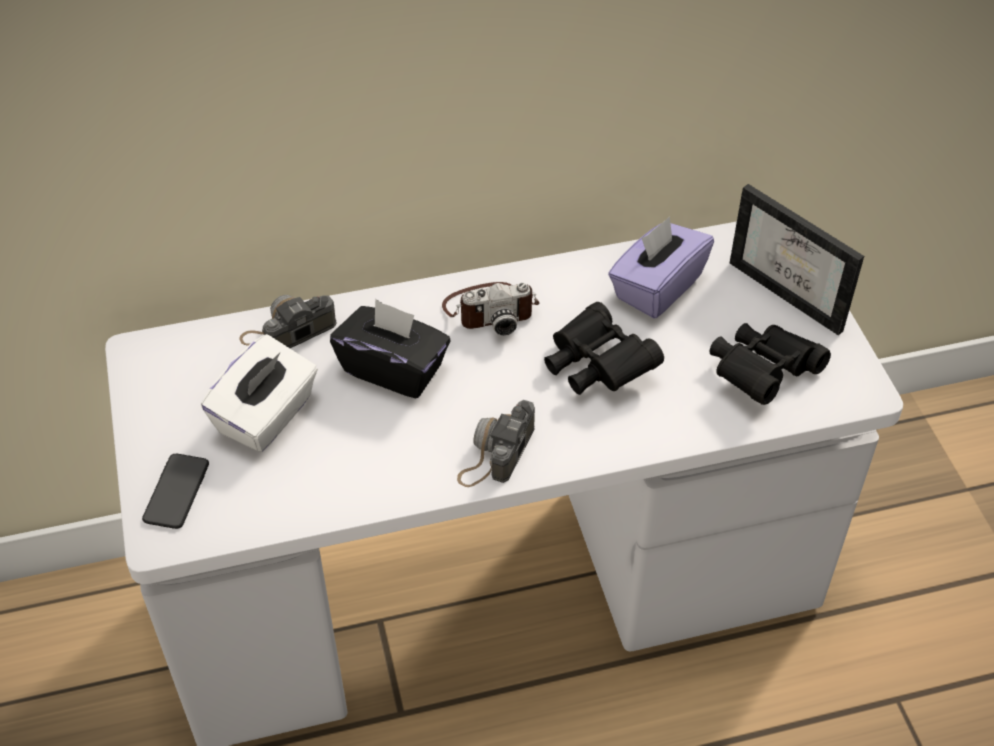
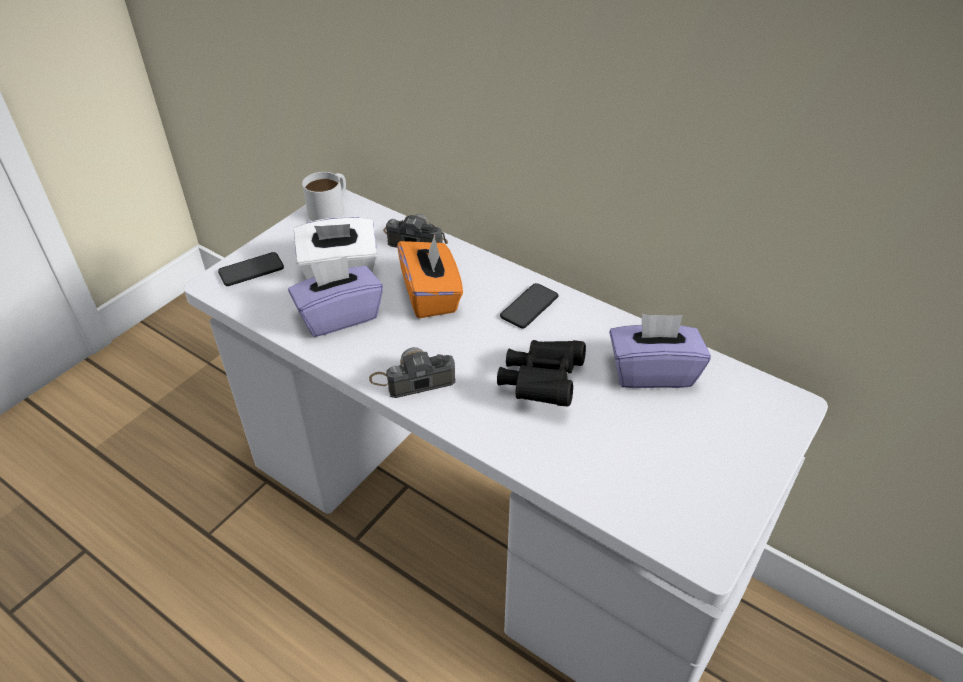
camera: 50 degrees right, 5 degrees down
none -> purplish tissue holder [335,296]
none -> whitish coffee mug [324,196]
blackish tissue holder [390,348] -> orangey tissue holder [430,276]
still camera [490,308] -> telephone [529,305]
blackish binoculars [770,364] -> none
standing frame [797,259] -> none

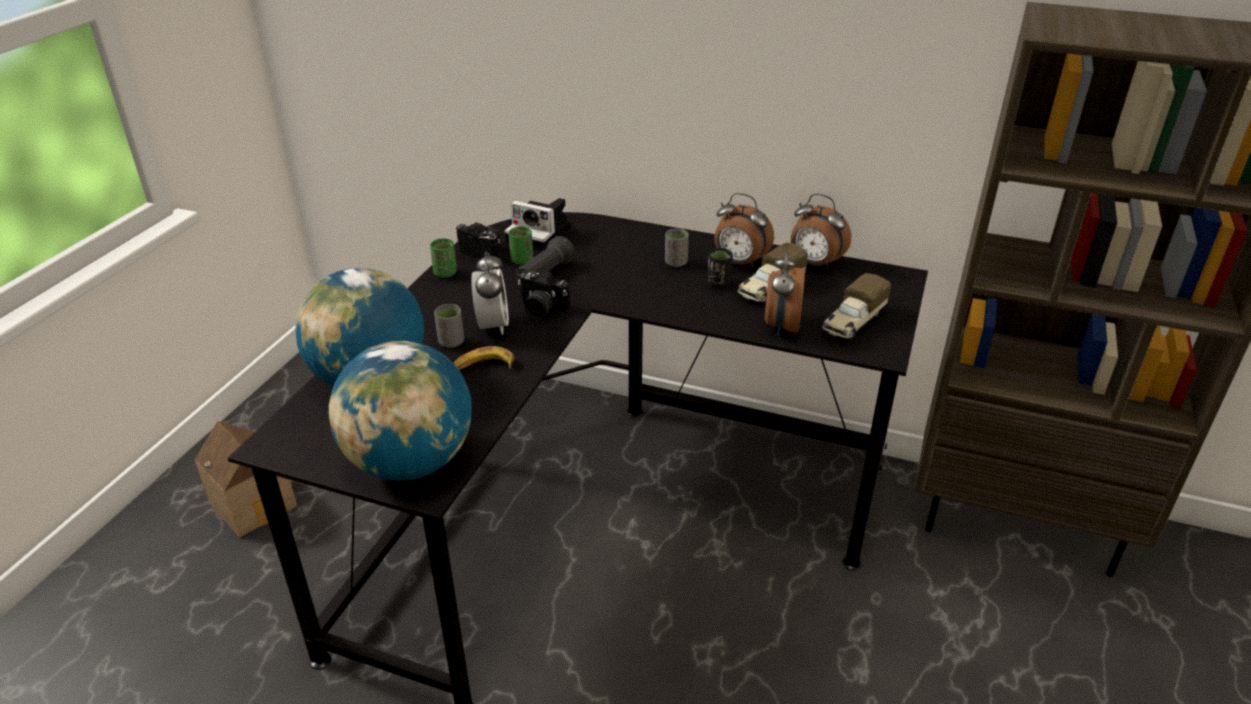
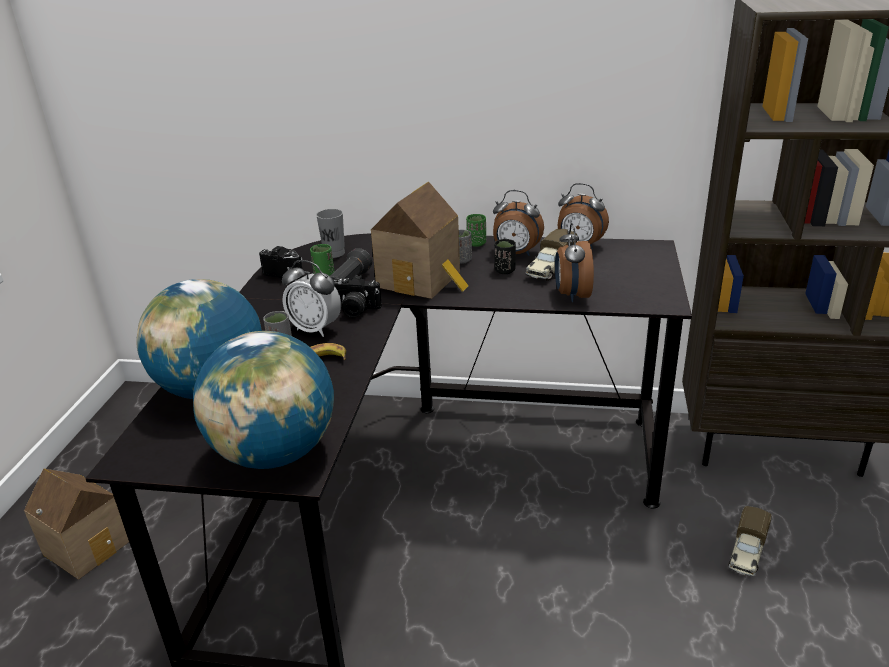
camera: 10 degrees left, 5 degrees down
alarm clock [490,293] -> alarm clock [311,298], 135 degrees clockwise
still camera [538,224] -> gray small cup [330,233]
none -> model house [420,240]
greenish small cup [443,258] -> greenish small cup [476,230], moved
toy truck [856,306] -> toy truck [749,541], moved

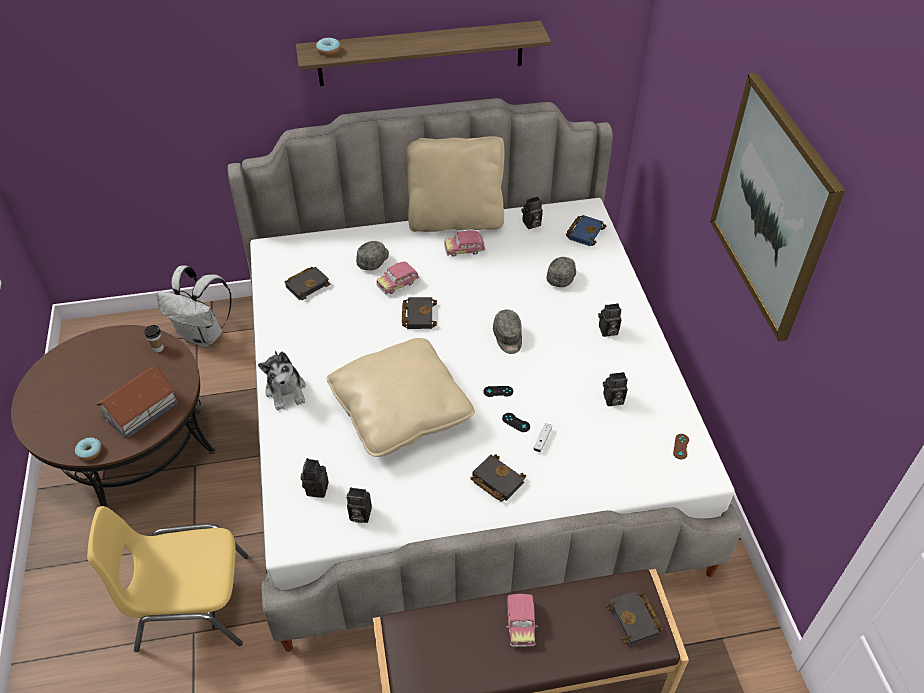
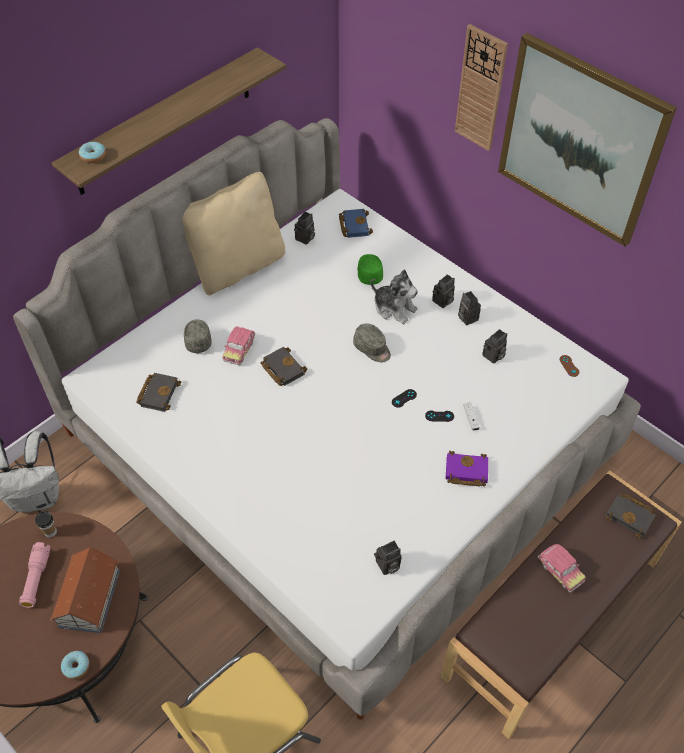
camera: 35 degrees left, 5 degrees up
none -> pinkish torch [35,575]
gray baseball cap [561,272] -> greenish baseball cap [370,269]
soft toy [282,380] -> soft toy [394,297], moved
blackish bound book [498,478] -> purplish bound book [467,468]
none -> hanging clock [481,87]
still camera [315,478] -> still camera [469,308], moved
sand-coloured pillow [400,397] -> none
miniature car [465,243] -> none

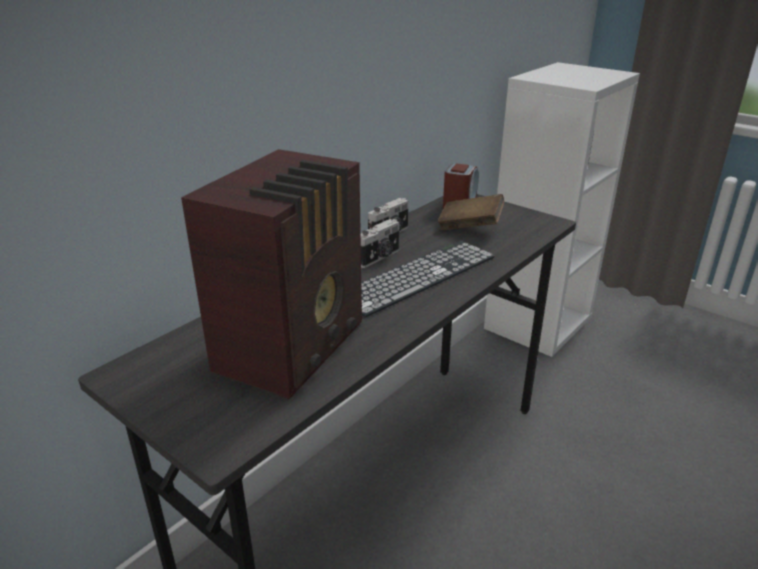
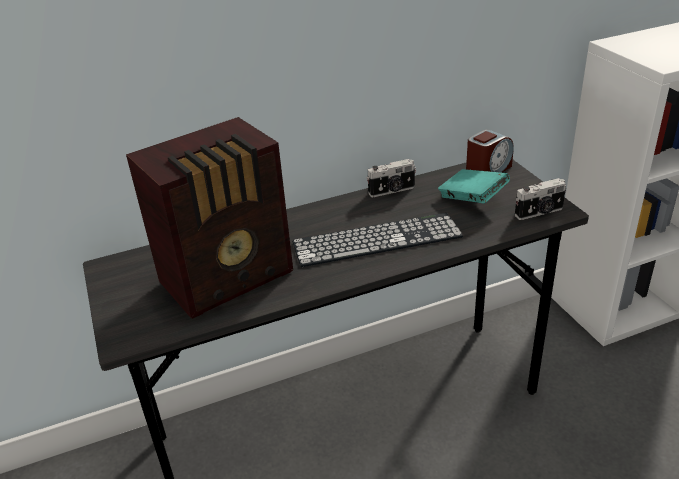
camera: 30 degrees right, 5 degrees up
brown bound book [471,212] -> blue-green bound book [474,186]
still camera [380,243] -> still camera [540,199], moved

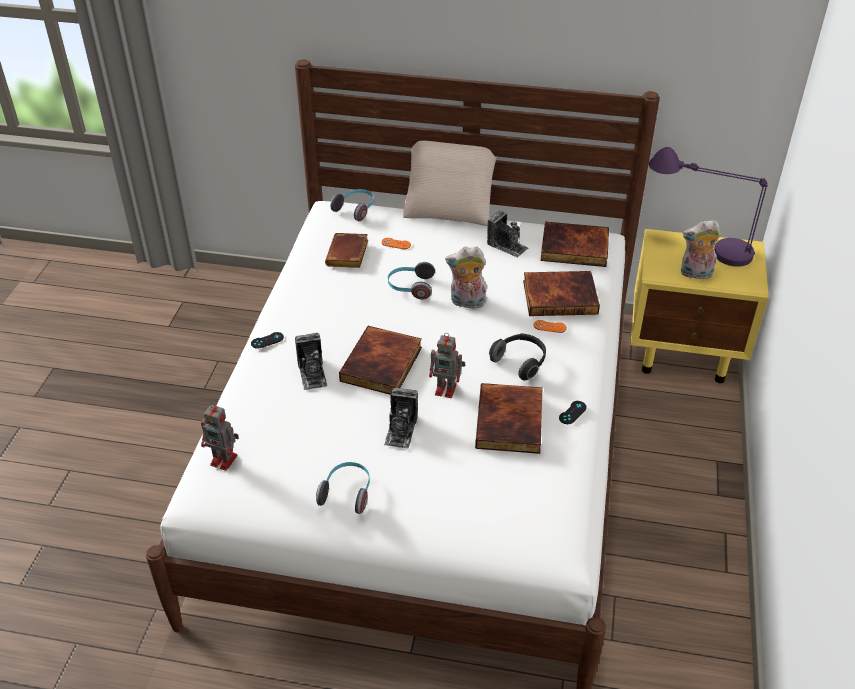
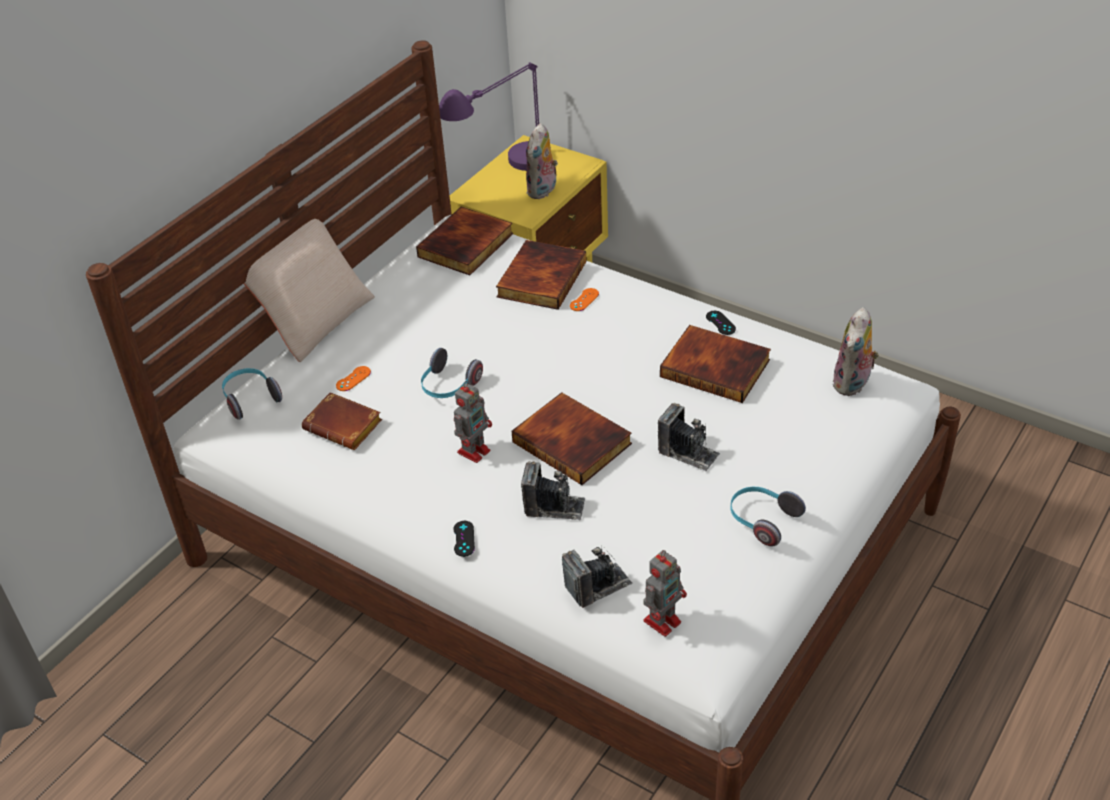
camera: 65 degrees left, 0 degrees up
toy robot [447,365] -> toy robot [473,422], moved
still camera [507,234] -> still camera [597,576], moved
soft toy [466,277] -> soft toy [856,351], moved
pair of headphones [517,357] -> none

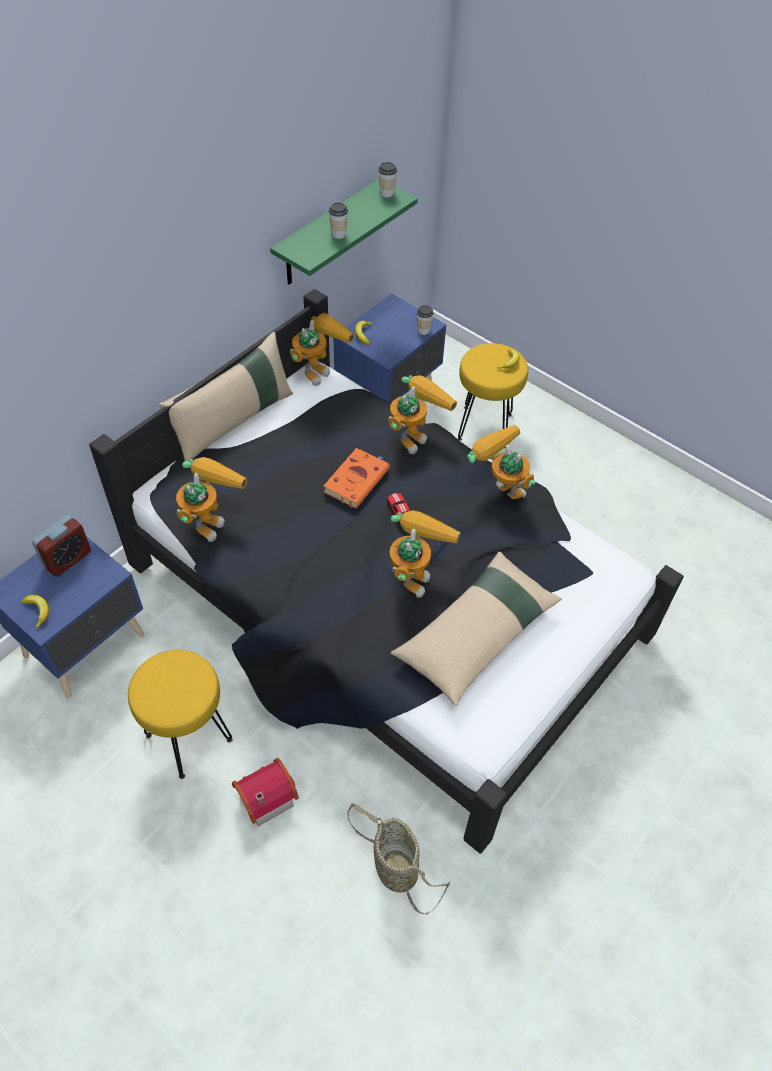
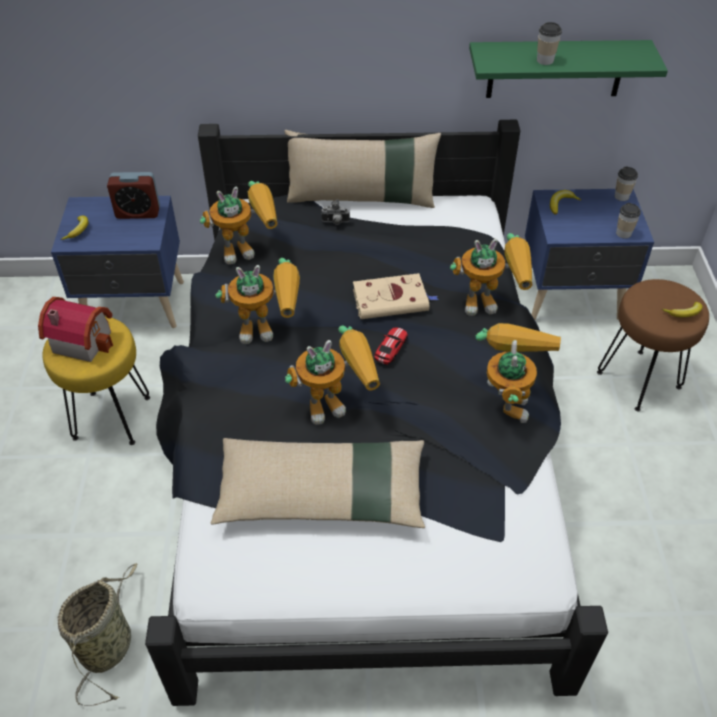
camera: 50 degrees right, 5 degrees down
model house [265,792] -> model house [75,329], moved
toy robot [322,349] -> toy robot [257,301], moved
none -> still camera [335,212]
orangey bound book [356,478] -> sand-coloured bound book [396,296]
yellow stool seat [492,392] -> brown stool seat [653,345]
small cup [387,180] -> small cup [626,183], moved

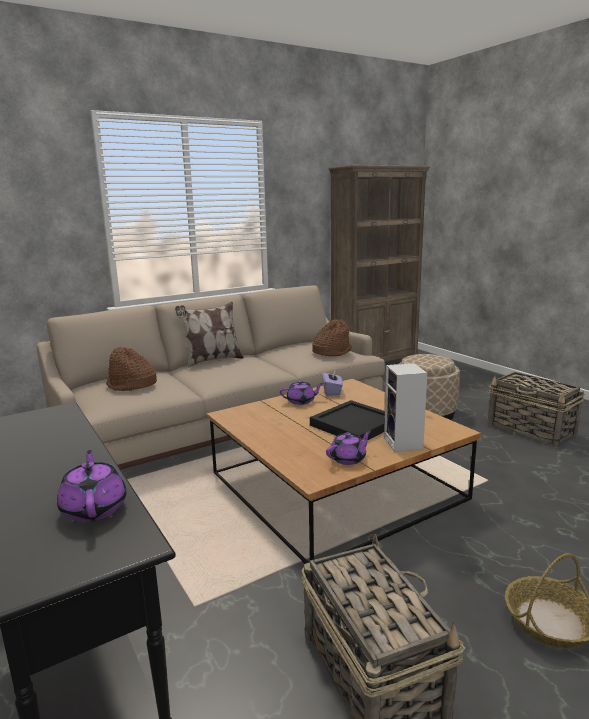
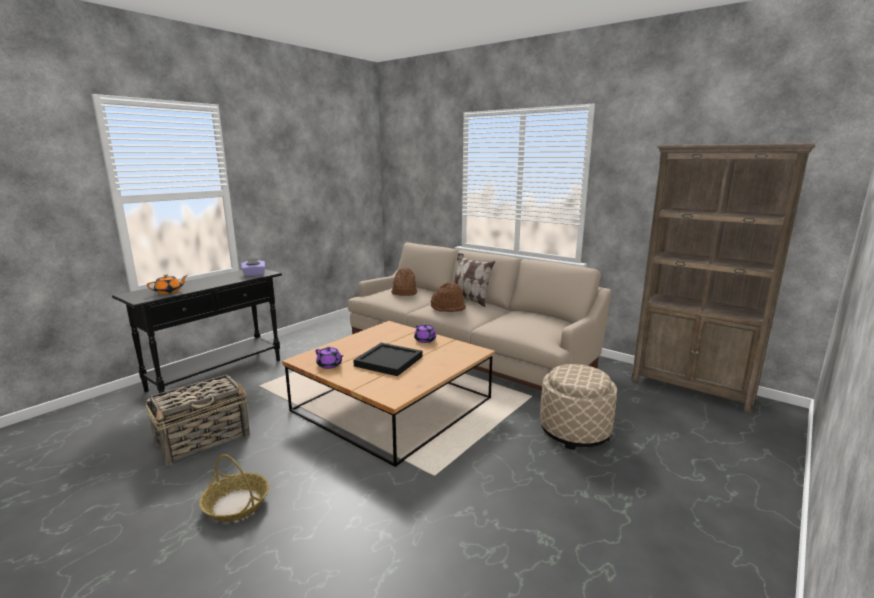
camera: 70 degrees right, 0 degrees up
purplish pot for tea [92,486] -> orangey pot for tea [167,284]
purplish tissue holder [332,383] -> purplish tissue holder [253,267], moved
brown clothing hat [332,338] -> brown clothing hat [448,297], moved
audio speaker [405,407] -> none
basket [536,410] -> none

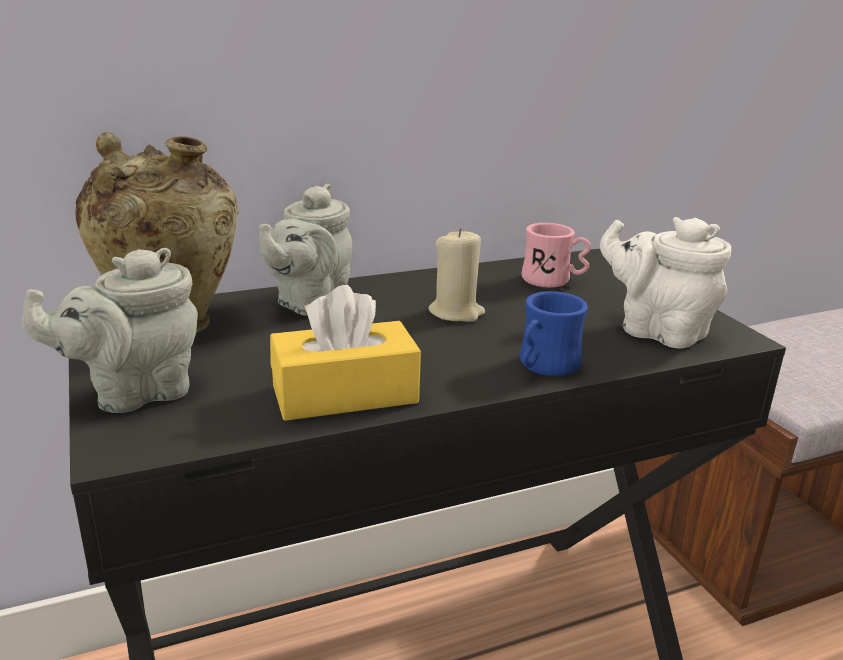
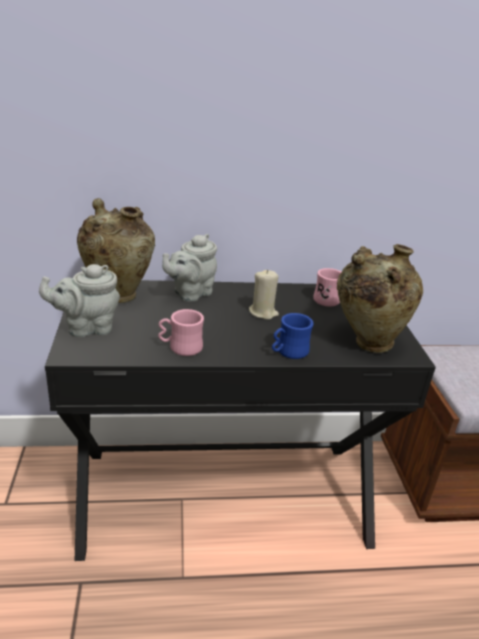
camera: 15 degrees right, 5 degrees up
yellow tissue holder [345,353] -> pinkish coffee mug [181,332]
whitish pot for tea [665,282] -> sand-coloured vase [380,298]

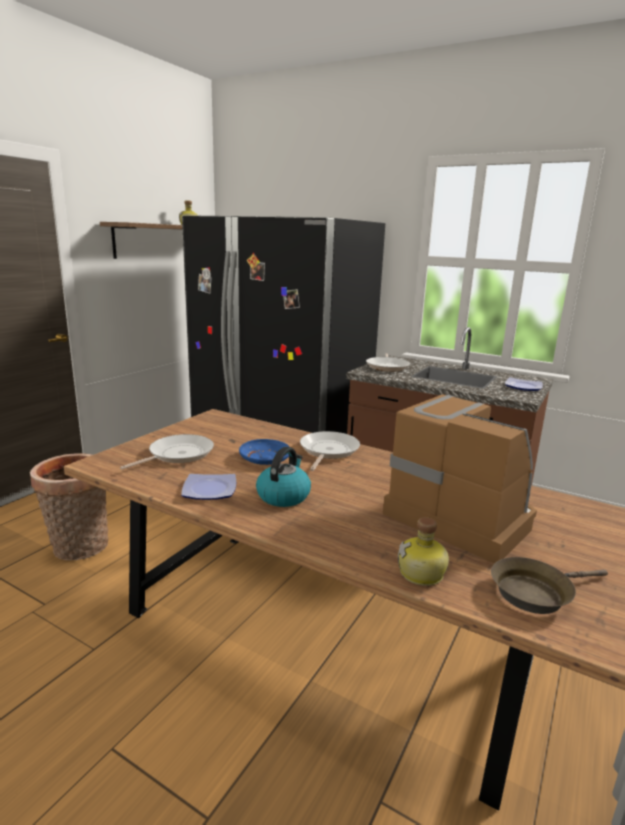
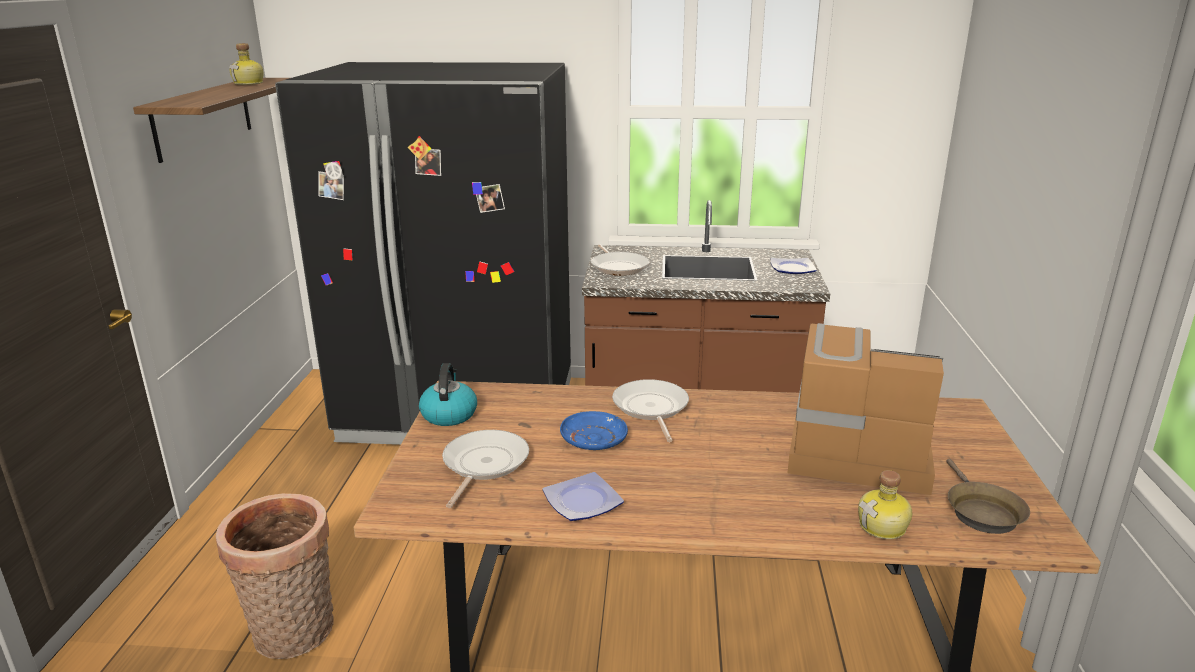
camera: 25 degrees left, 5 degrees up
water kettle [283,477] -> water kettle [448,394], moved
brown pan [549,585] -> brown pan [988,496], 45 degrees counterclockwise

